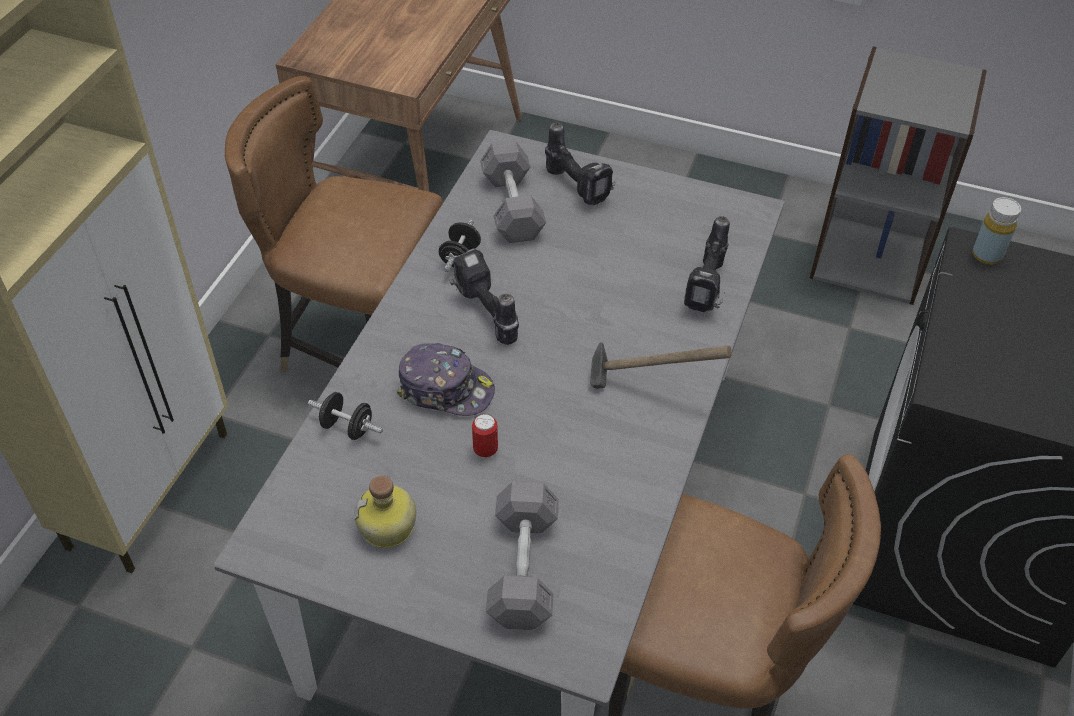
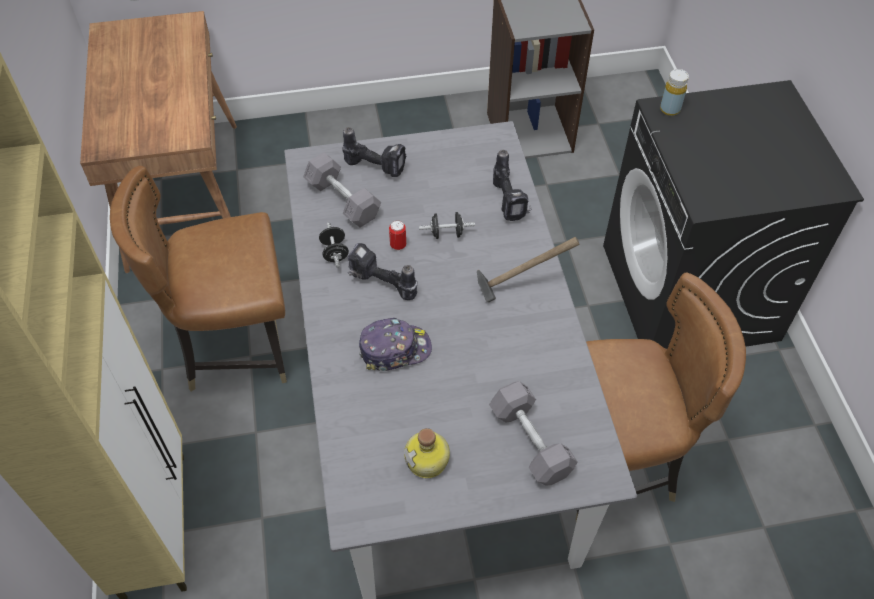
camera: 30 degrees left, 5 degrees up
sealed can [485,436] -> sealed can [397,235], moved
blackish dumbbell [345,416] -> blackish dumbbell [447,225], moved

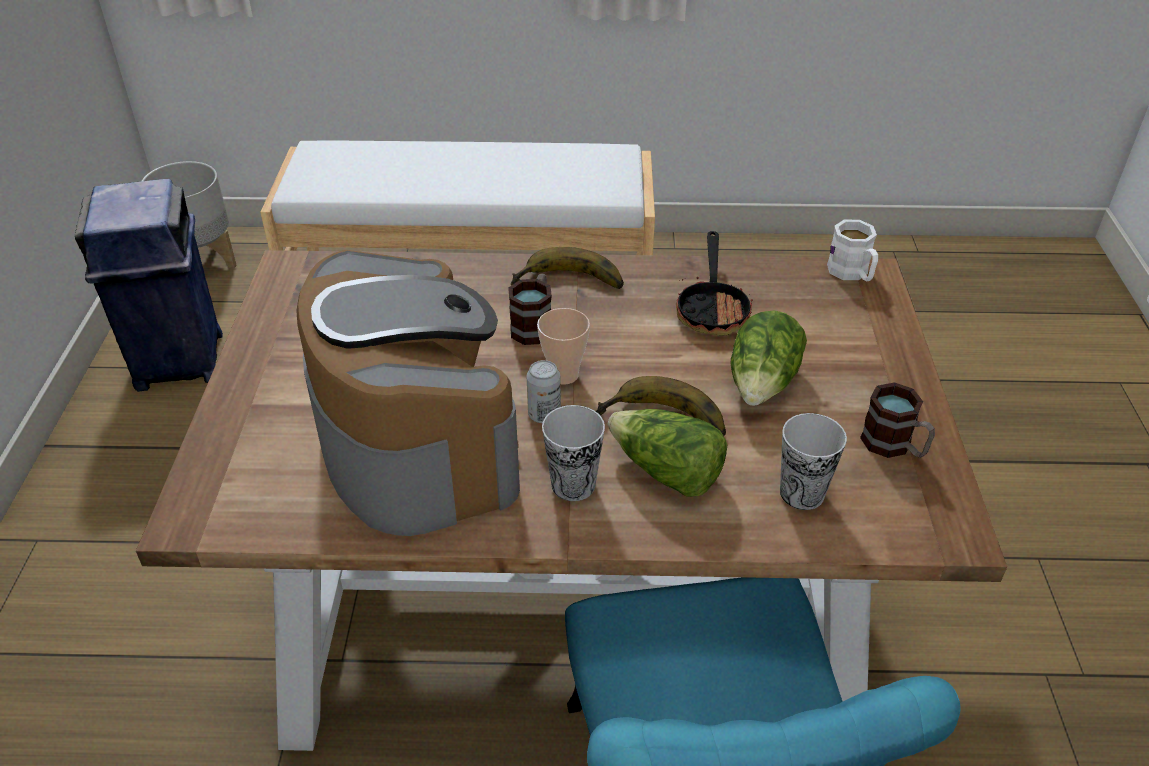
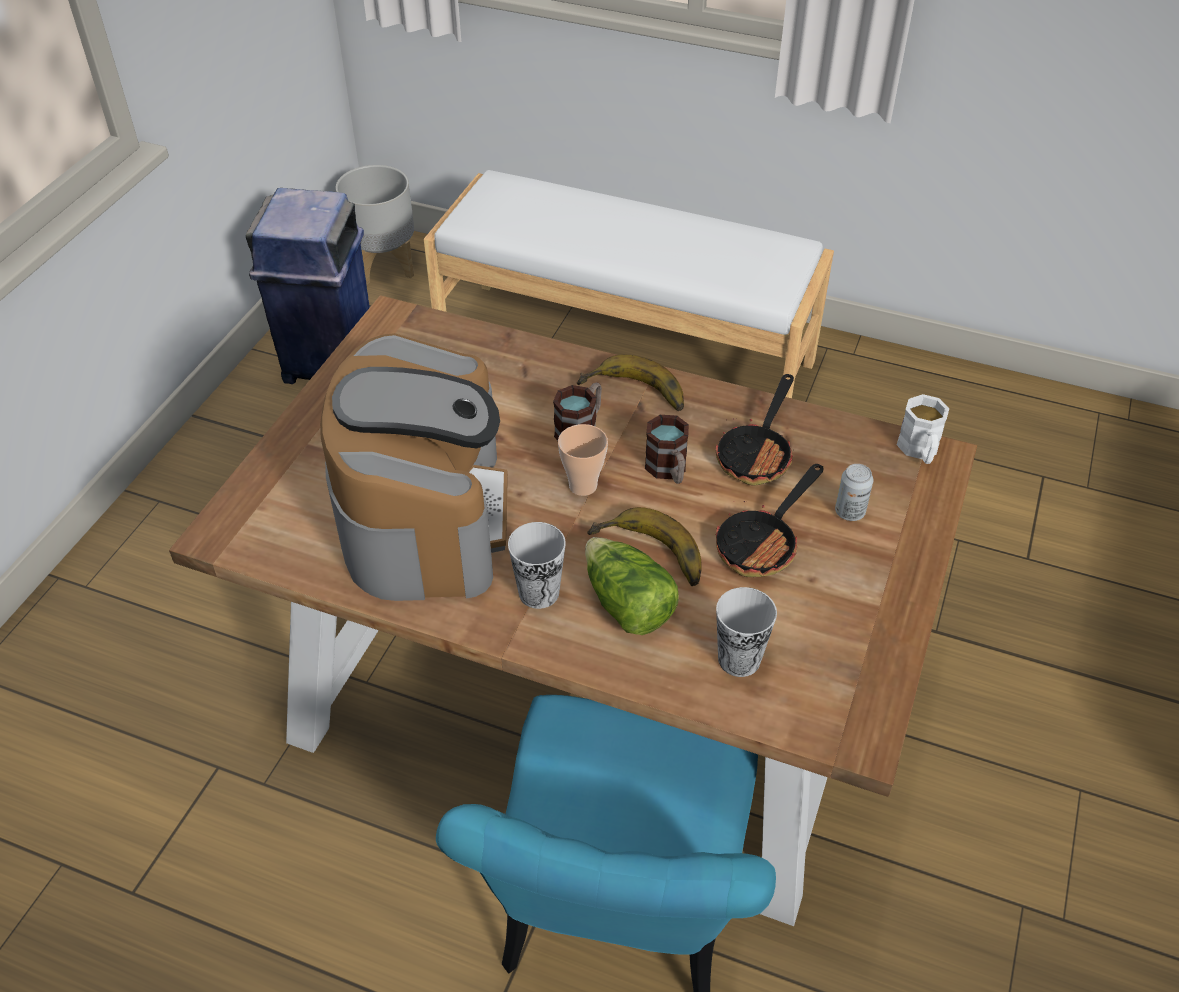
camera: 20 degrees right, 5 degrees up
coffee mug [897,420] -> coffee mug [667,449], moved
lettuce head [769,358] -> pan [769,520]
sealed can [544,391] -> sealed can [854,492], moved

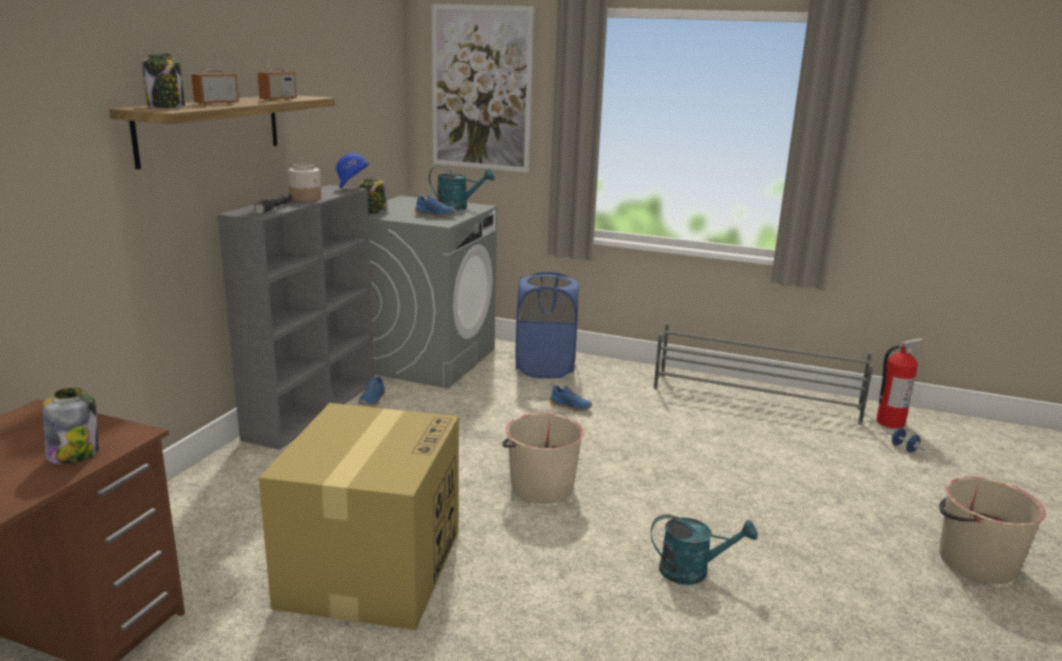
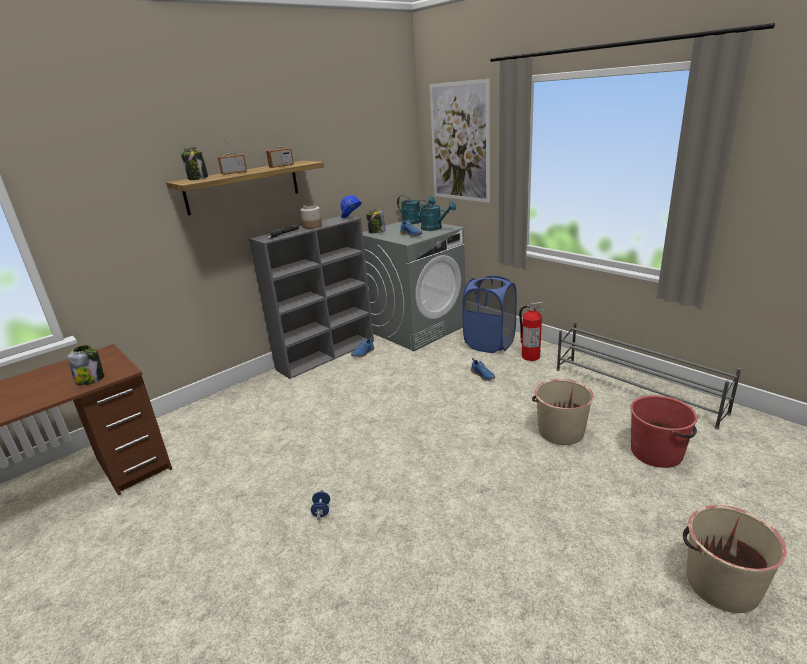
camera: 30 degrees right, 5 degrees up
bluish dumbbell [906,440] -> bluish dumbbell [320,505], moved
blue-green watering can [704,549] -> blue-green watering can [416,209], moved
fire-fighting cylinder [899,383] -> fire-fighting cylinder [531,331], moved
sand-coloured pail [543,458] -> sand-coloured pail [563,412], moved
none -> red pail [664,431]
carton [359,516] -> none

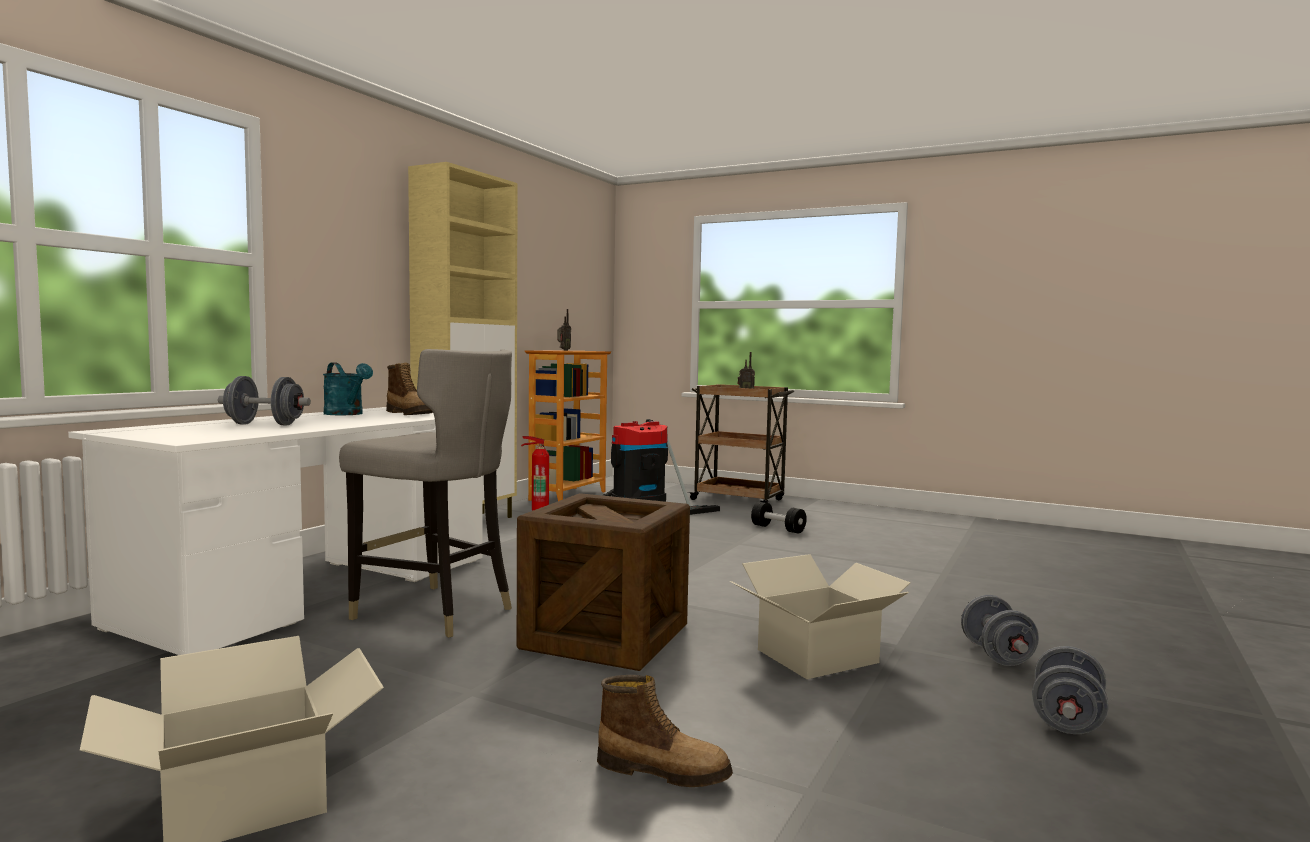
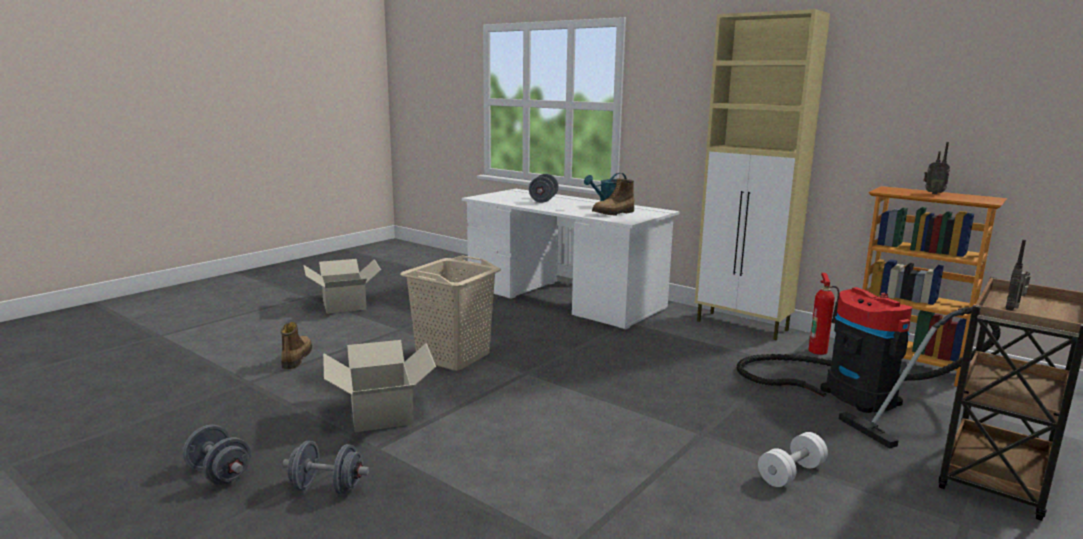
camera: 100 degrees right, 10 degrees up
tall boot [665,731] -> tall boot [296,345], 150 degrees clockwise
crate [603,582] -> sand-coloured laundry basket [450,313]
blackish dumbbell [779,518] -> whitish dumbbell [793,459]
gray stool seat [425,493] -> none

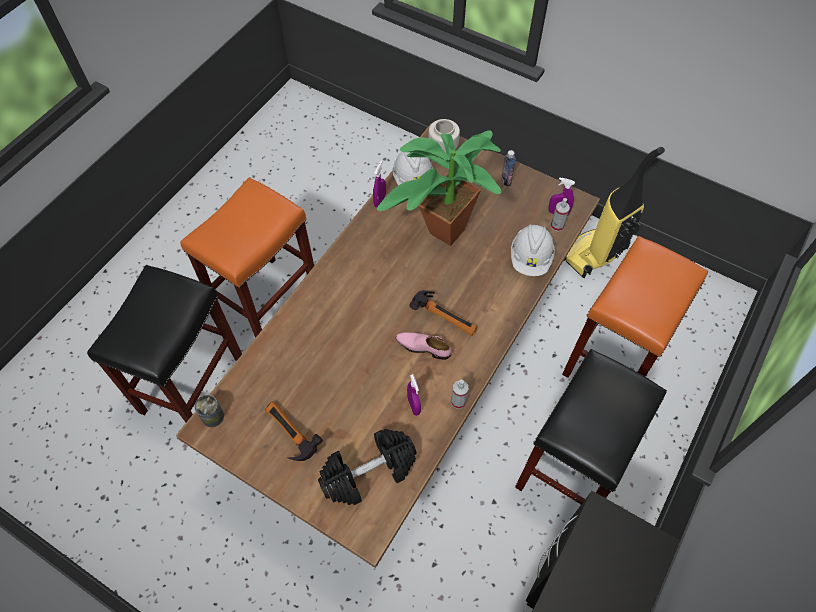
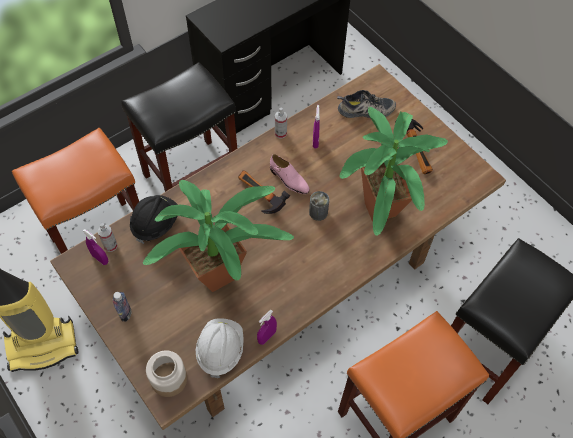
camera: 160 degrees left, 0 degrees up
whitish work helmet [533,250] -> blackish work helmet [154,219]
sealed can [209,411] -> sealed can [319,206], moved
blackish dumbbell [367,467] -> low shoe [366,104]
none -> plant in a pot [393,171]

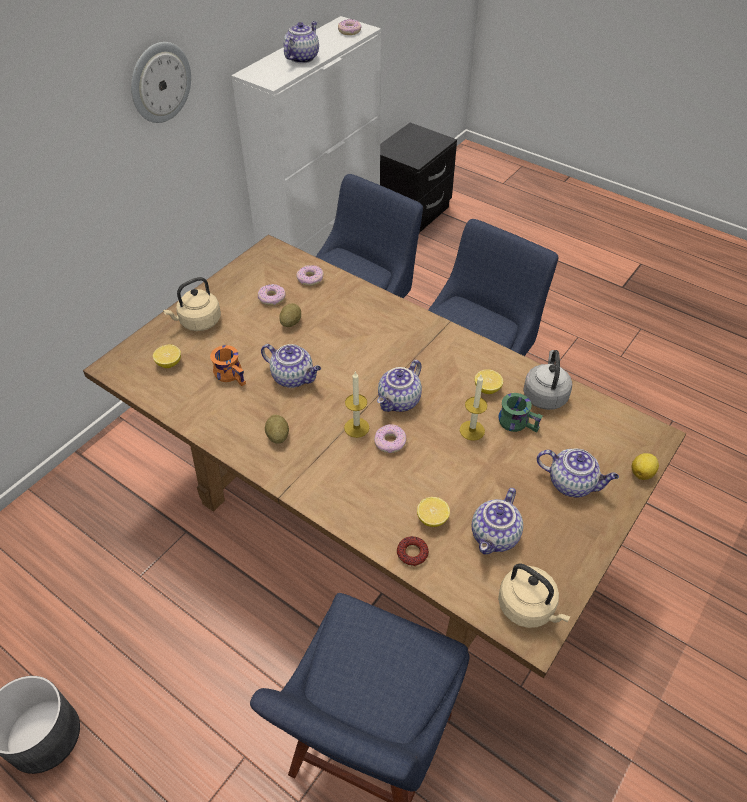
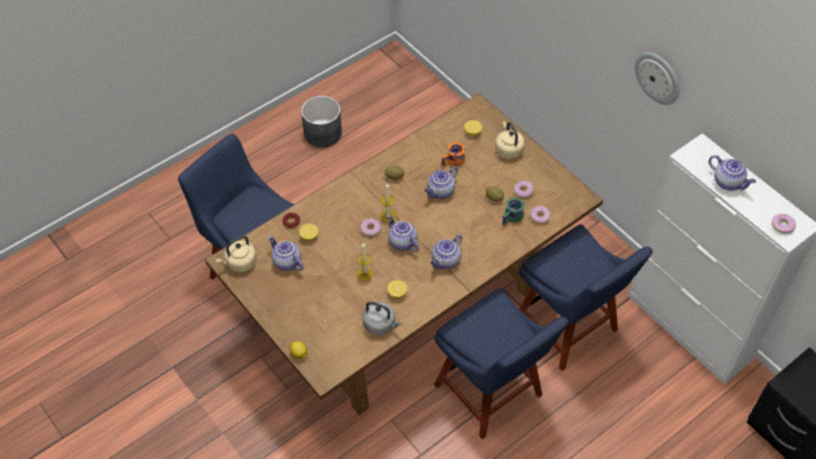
camera: 105 degrees right, 5 degrees up
pot for tea [578,473] -> pot for tea [446,251], moved
greenish coffee mug [520,412] -> greenish coffee mug [513,212], moved

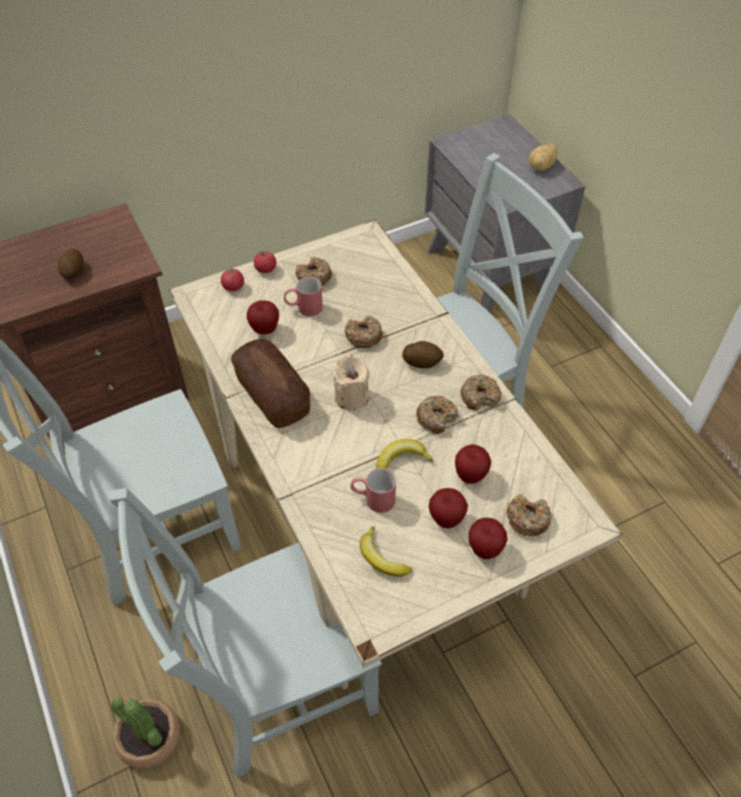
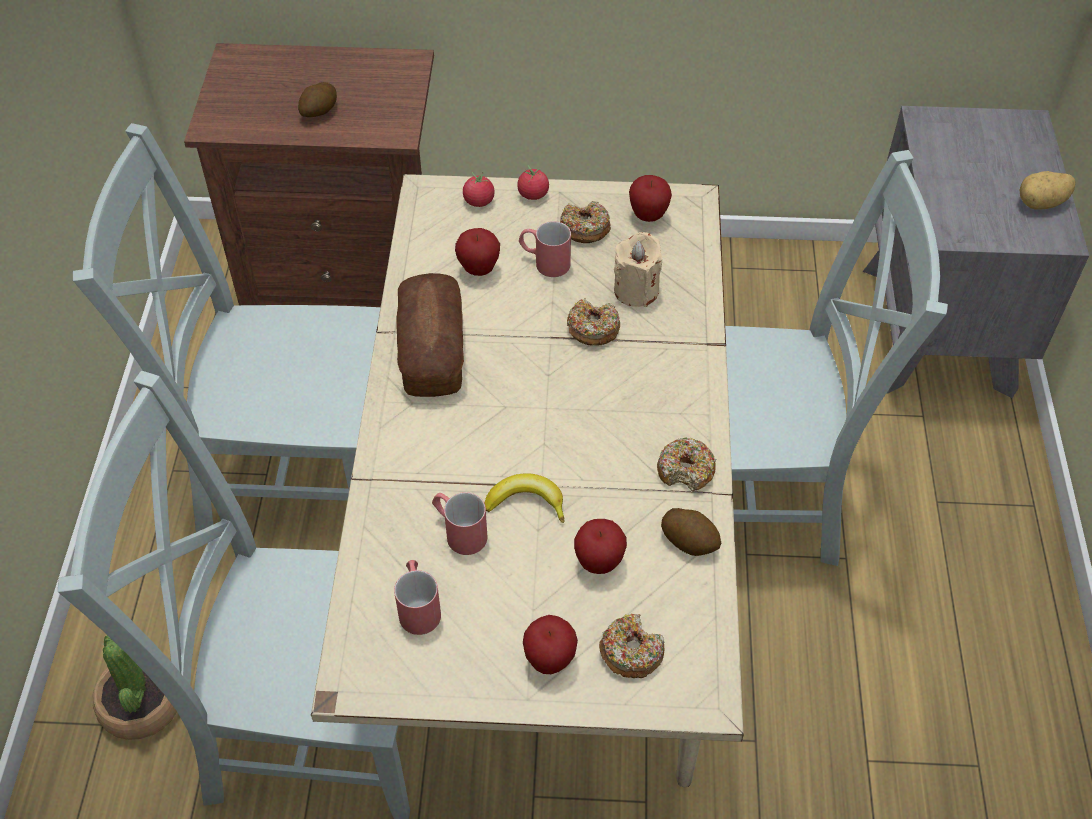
camera: 30 degrees right, 0 degrees up
banana fruit [386,551] -> red coffee mug [417,597]
sand-coloured wax light [351,382] -> sand-coloured wax light [638,269], moved
apple [448,508] -> apple [650,198], moved
whole potato [423,354] -> whole potato [691,532], moved
doughnut [437,415] -> none

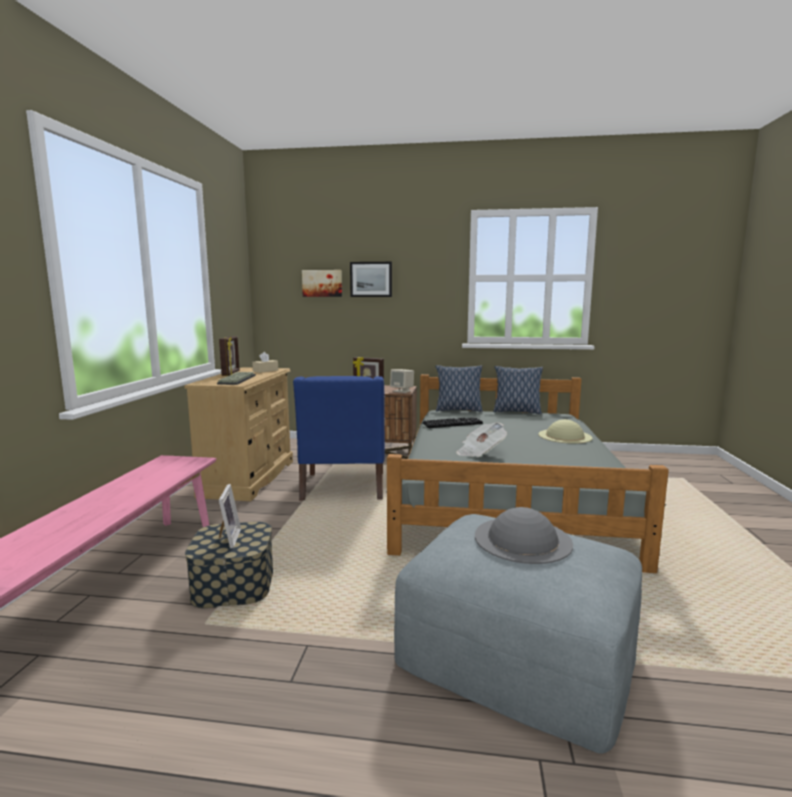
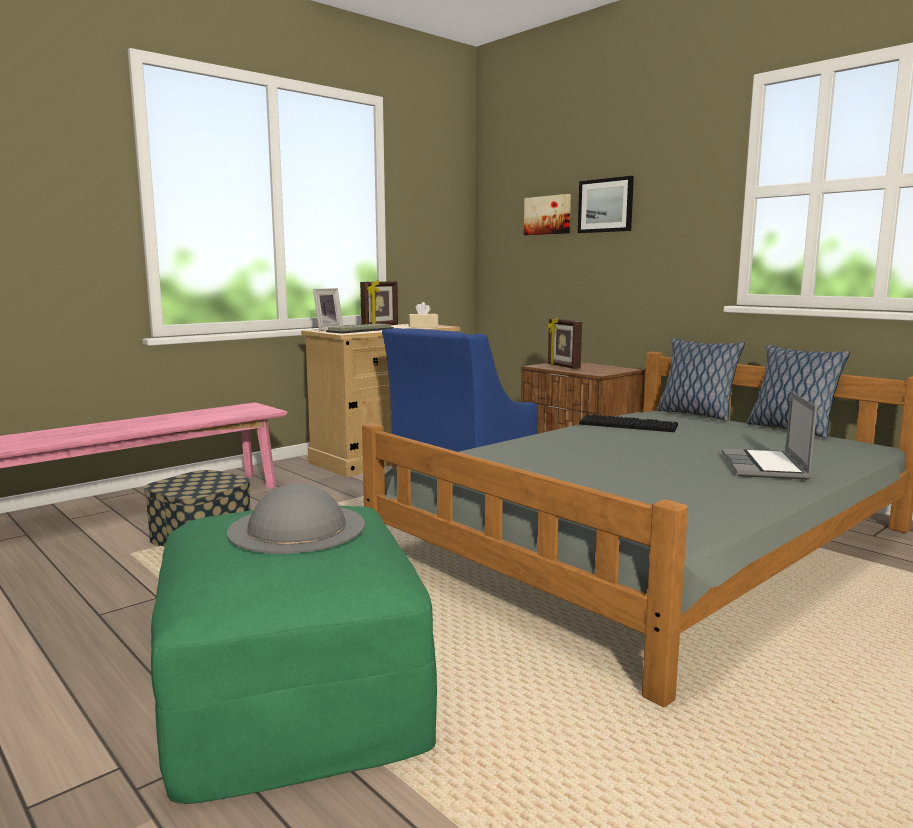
camera: 40 degrees right, 0 degrees up
gray ottoman [518,634] -> greenish ottoman [294,655]
standing frame [230,516] -> standing frame [328,309], moved
sand-coloured clothing hat [565,431] -> portable computer [769,435]
sand-coloured audio speaker [402,381] -> none
daily paper [481,440] -> none

